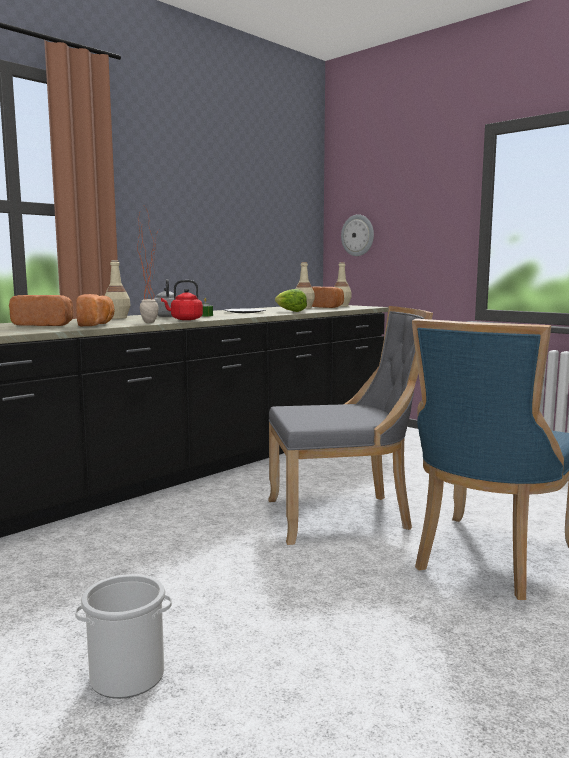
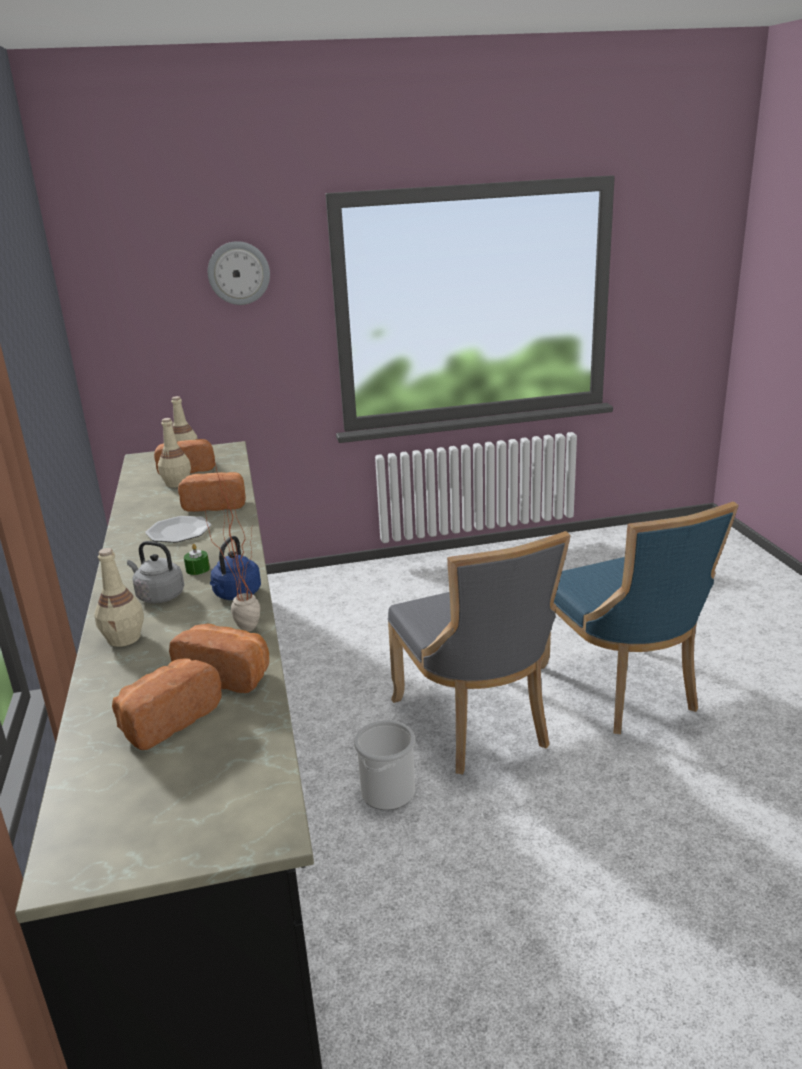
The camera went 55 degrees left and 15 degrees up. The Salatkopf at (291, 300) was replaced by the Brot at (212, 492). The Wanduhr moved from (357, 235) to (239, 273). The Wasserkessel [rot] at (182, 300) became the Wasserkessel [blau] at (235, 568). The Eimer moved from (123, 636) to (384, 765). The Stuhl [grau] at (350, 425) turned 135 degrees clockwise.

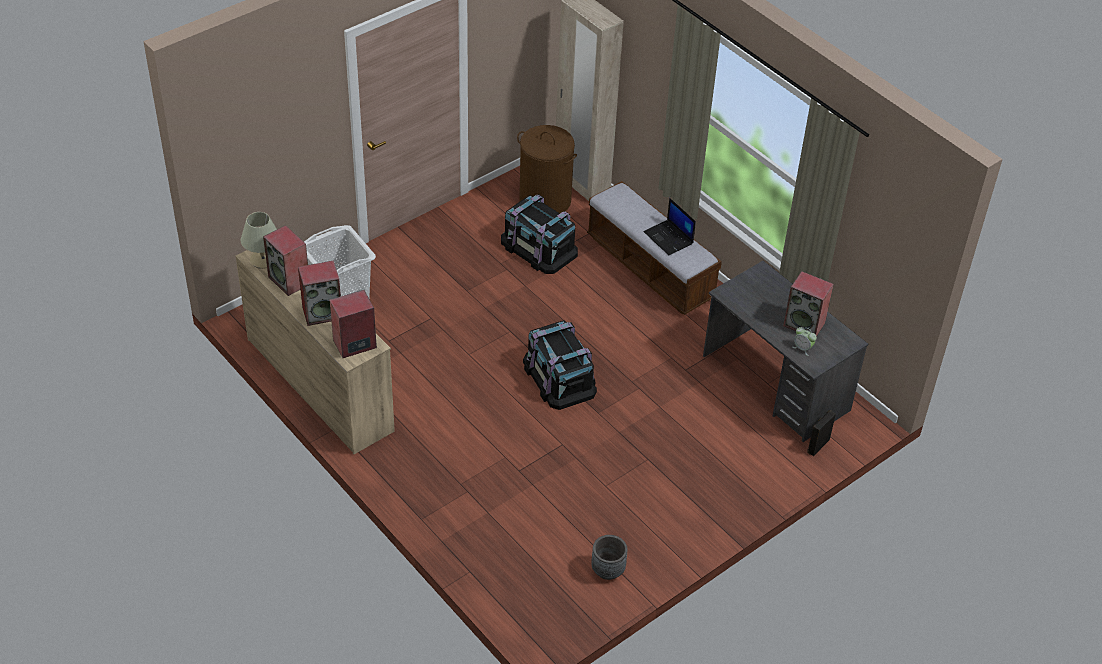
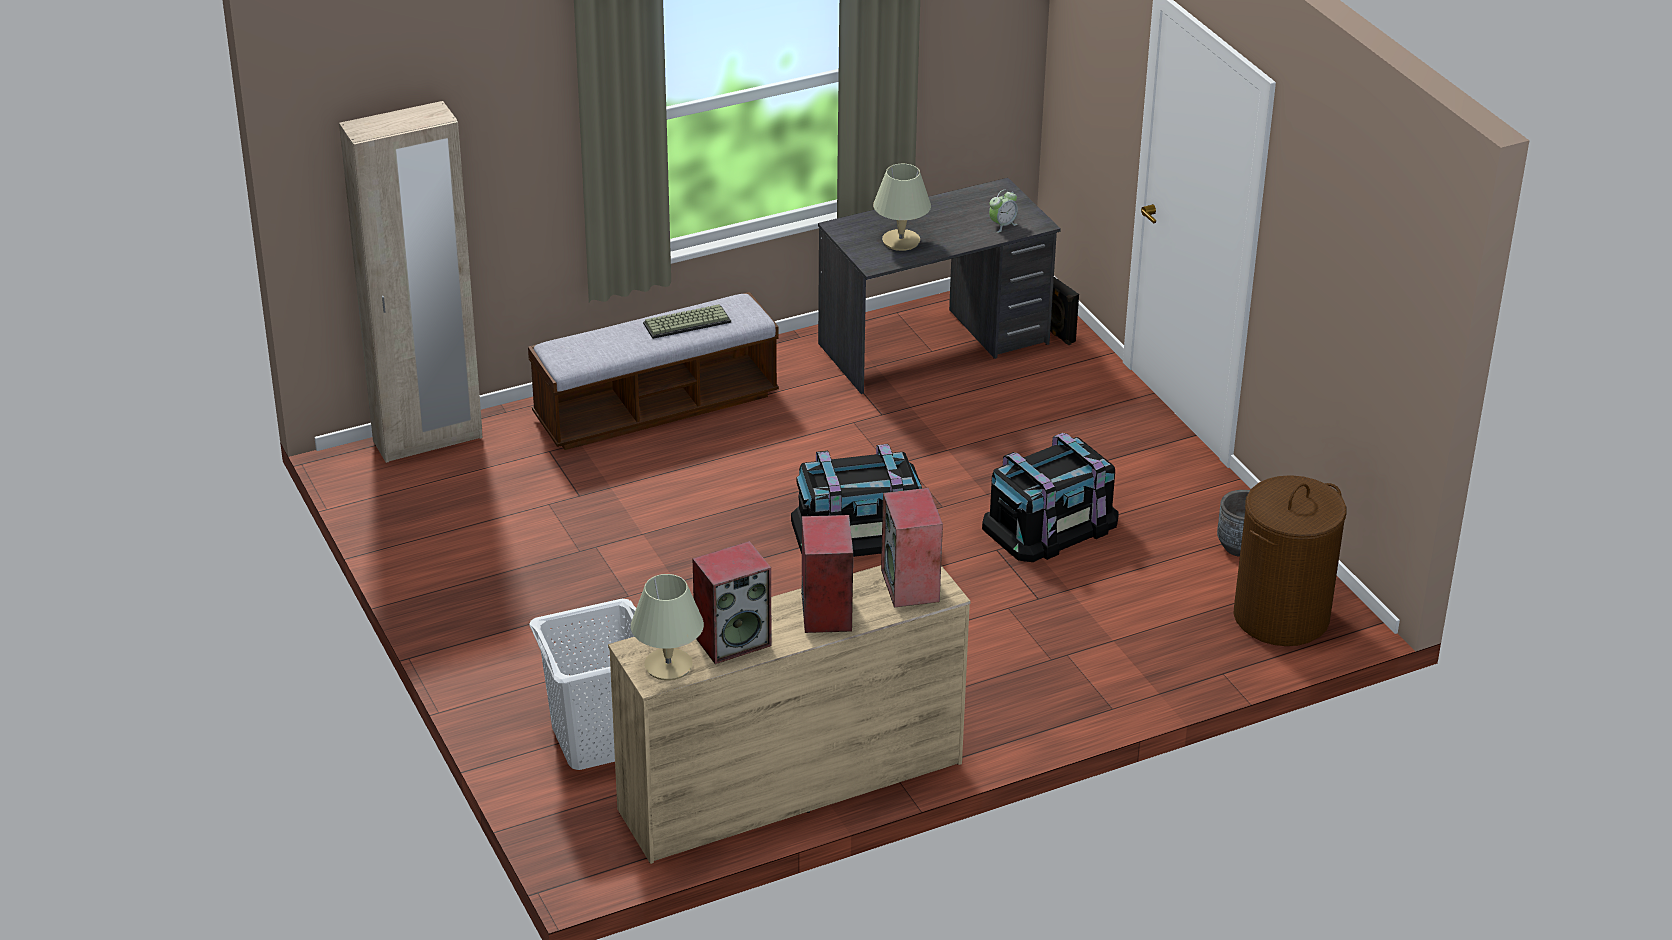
The camera went 75 degrees left and 10 degrees down. The Laptop at (669, 226) was replaced by the Tastatur at (687, 321). The Tischlampe [beige] at (902, 207) appeared. The Aufbewahrungsbox [schwarz] moved from (539, 234) to (1050, 497). The Wäschekorb [braun] moved from (547, 169) to (1290, 560). The Lautsprecher at (808, 304) disappeared.

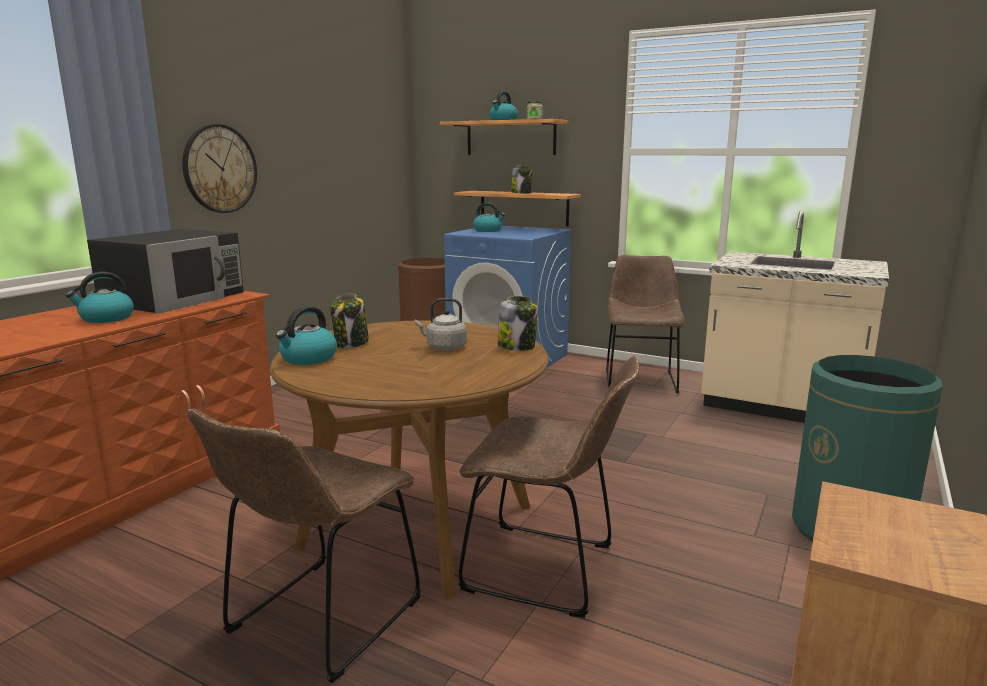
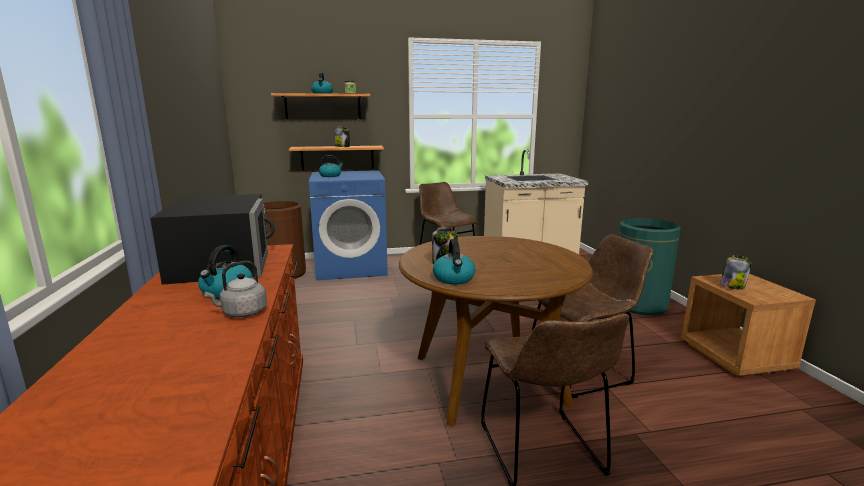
The camera went 40 degrees left and 0 degrees up. The Wasserkessel [grau] moved from (441, 324) to (235, 289). The Vorratsglas moved from (518, 323) to (736, 272). The Wanduhr at (219, 168) disappeared.

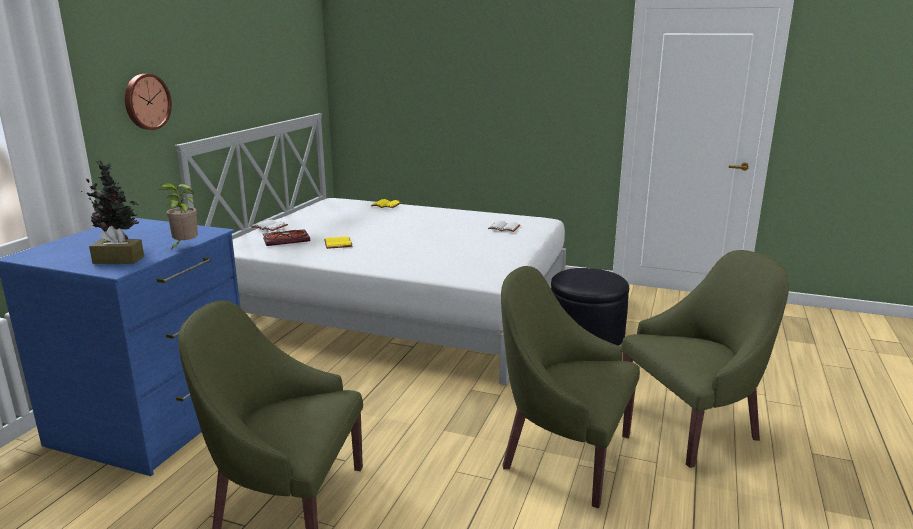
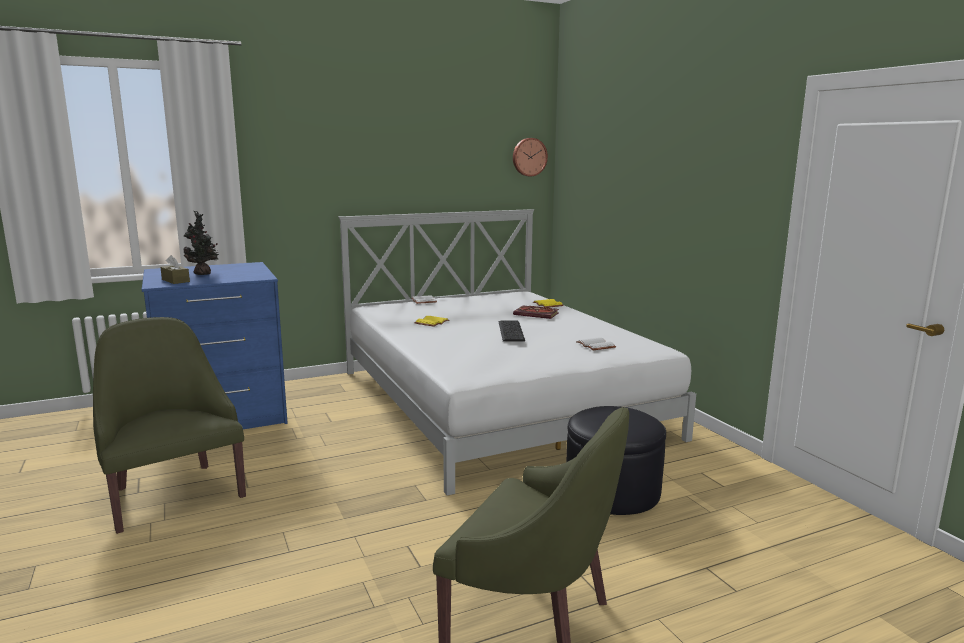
The camera went 45 degrees right and 5 degrees down. The Tastatur at (512, 331) appeared. The Wanduhr moved from (148, 102) to (530, 157). The Buch moved from (286, 237) to (536, 312). The Topfpflanze at (178, 217) disappeared. The Sessel [grün] at (570, 387) disappeared.

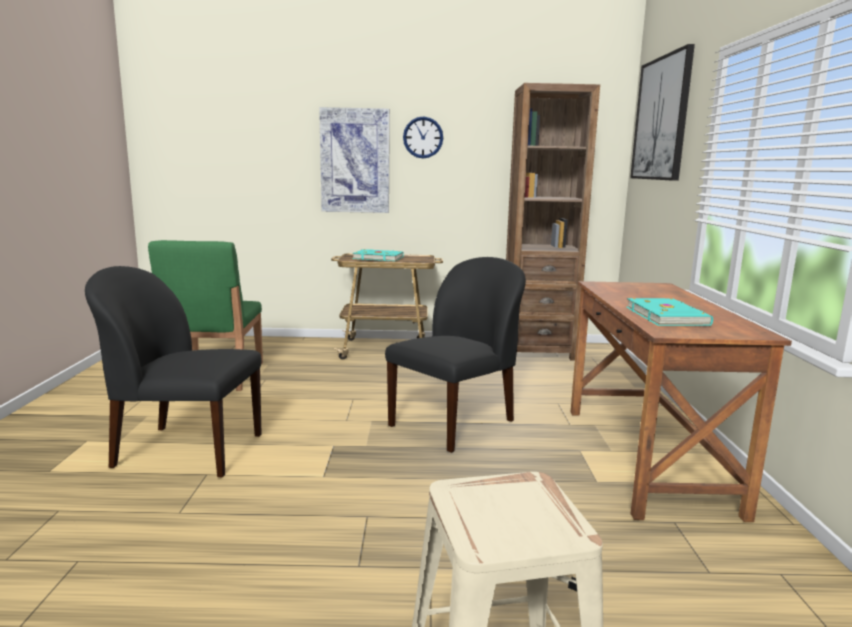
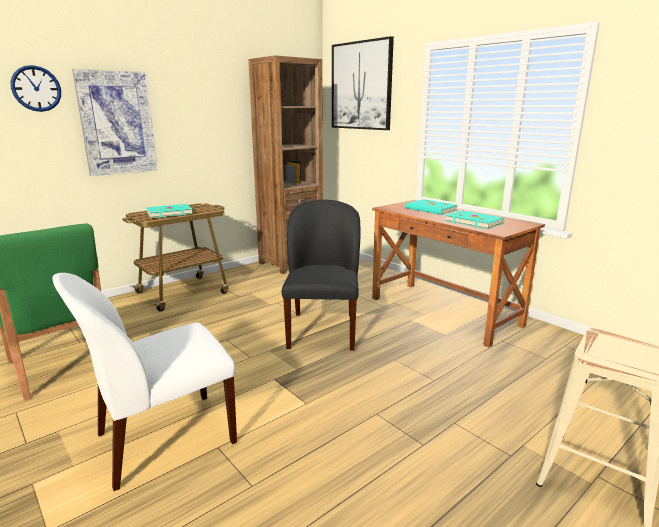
The camera went 40 degrees left and 5 degrees up. The Wanduhr moved from (423, 137) to (36, 88). The Stuhl [schwarz] at (173, 371) became the Stuhl [weiß] at (144, 382). The Buch [türkis] at (432, 207) appeared.

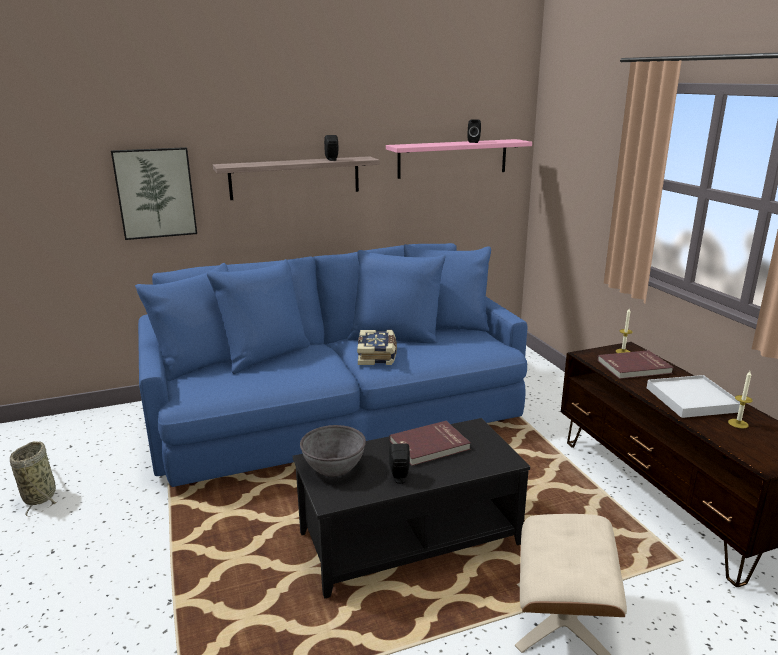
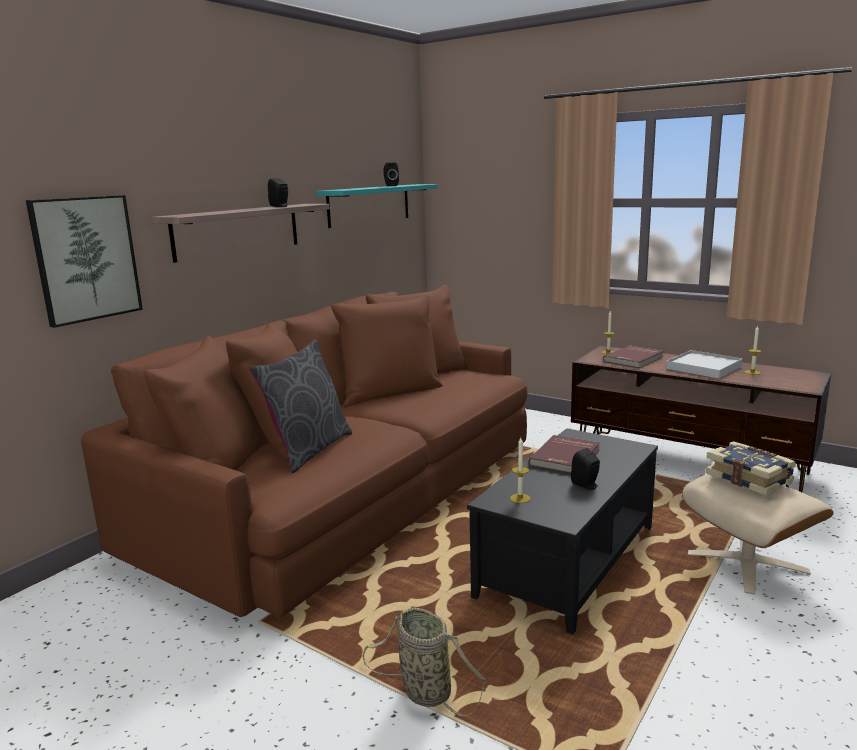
The camera went 35 degrees left and 5 degrees down. The Sofa [blau] at (331, 365) became the Sofa [braun] at (304, 451). The Kissen [grau] at (300, 406) appeared. The Wandregal [rosa] at (459, 159) became the Wandregal [türkis] at (377, 206). The Korb moved from (33, 479) to (424, 661). The Schüssel [grau] at (333, 451) was replaced by the Kerze at (520, 470). The Buch moved from (377, 347) to (750, 468).

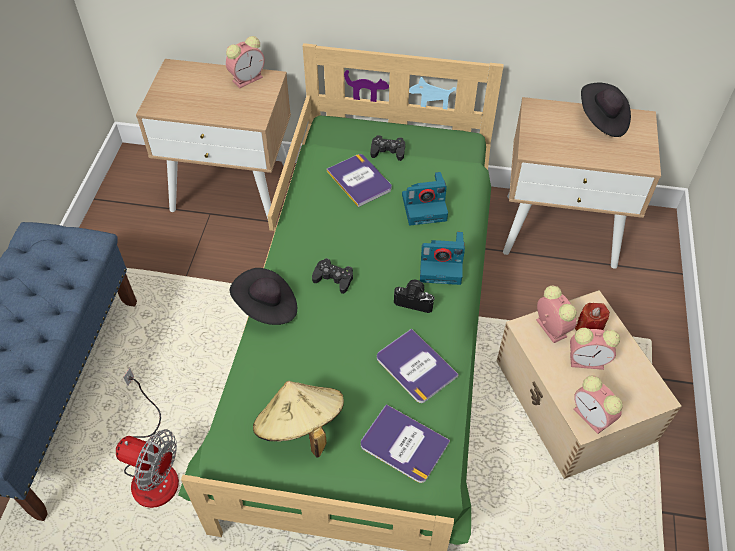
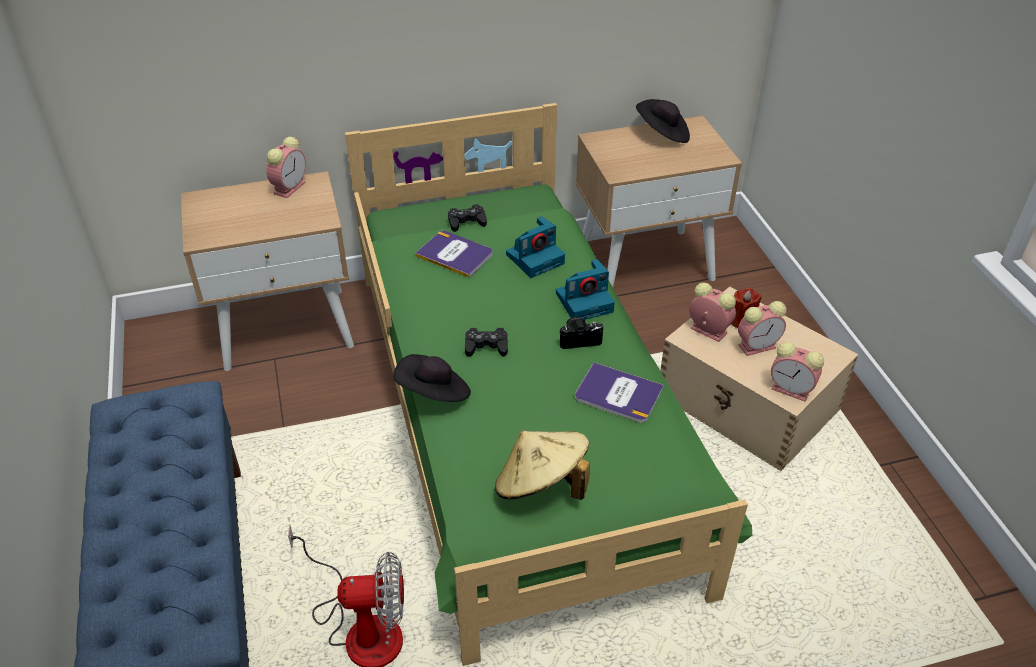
The camera went 25 degrees left and 10 degrees down. The Buch at (405, 443) disappeared.

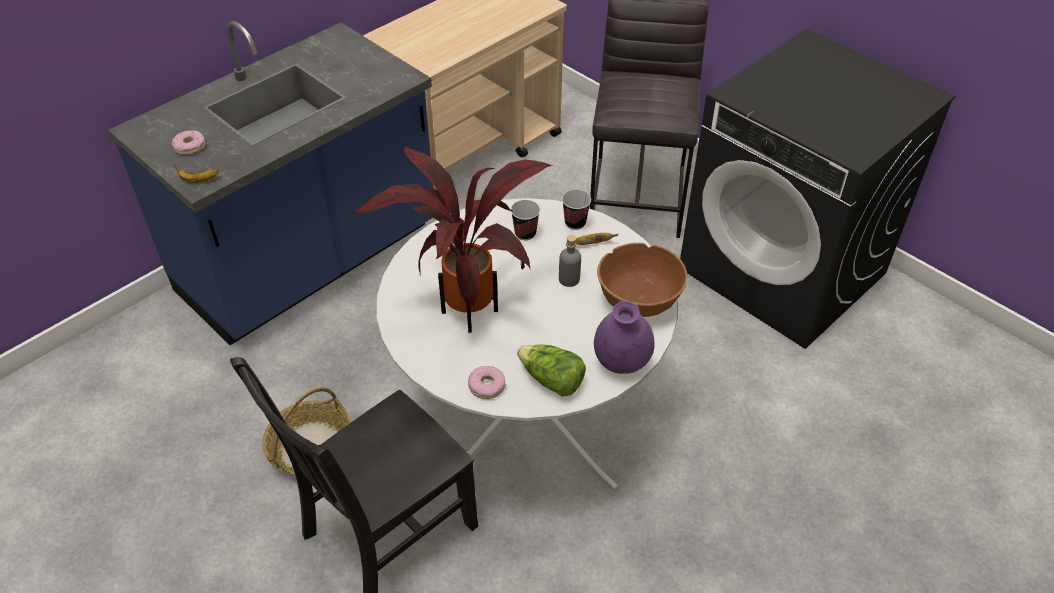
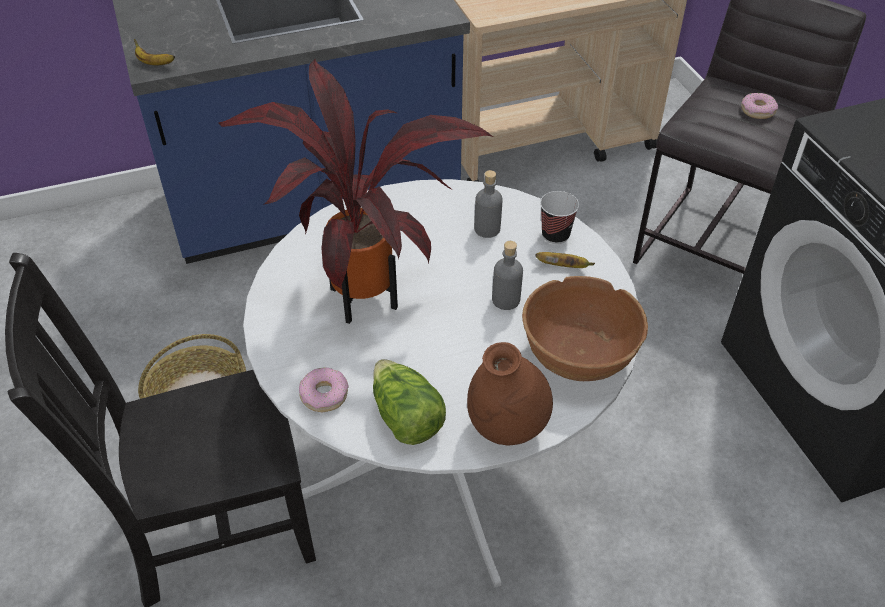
The camera went 25 degrees right and 0 degrees up. The Vase [lila] at (624, 337) became the Vase [braun] at (510, 394). The Tasse at (525, 220) was replaced by the Flasche [grau] at (488, 204). The Donut moved from (188, 142) to (759, 106).

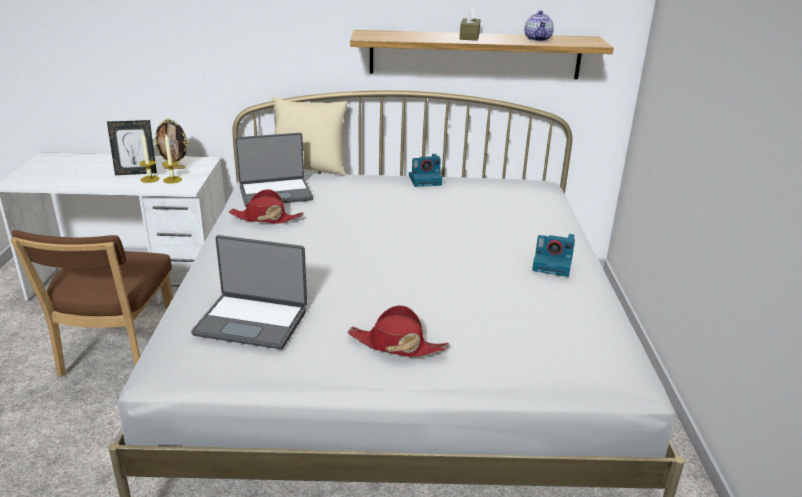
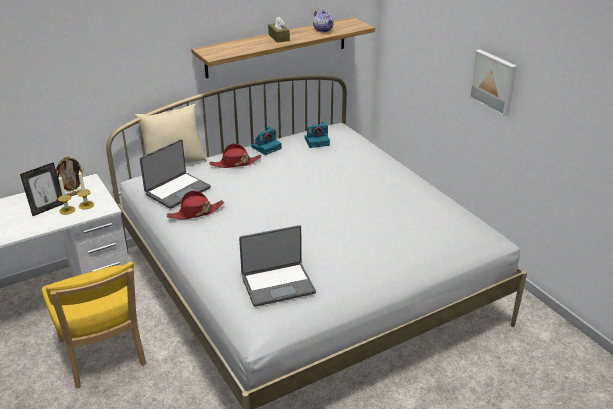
The camera went 30 degrees left and 5 degrees up. The Stuhl [braun] at (91, 303) became the Stuhl [gelb] at (94, 325). The Hut [rot] moved from (398, 331) to (236, 155). The Kamera moved from (553, 255) to (317, 134). The Bild at (493, 82) appeared.

